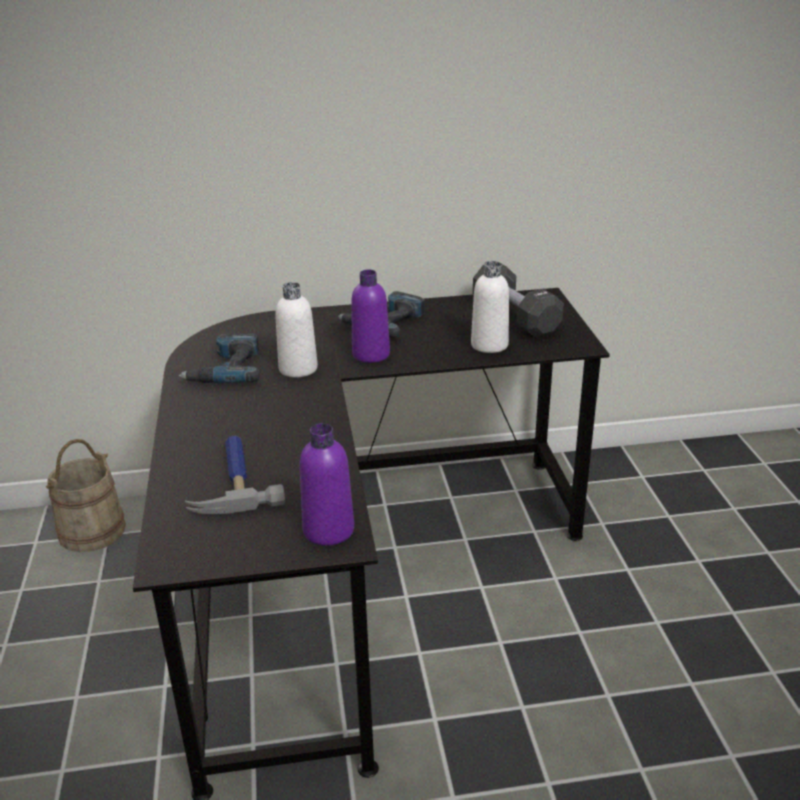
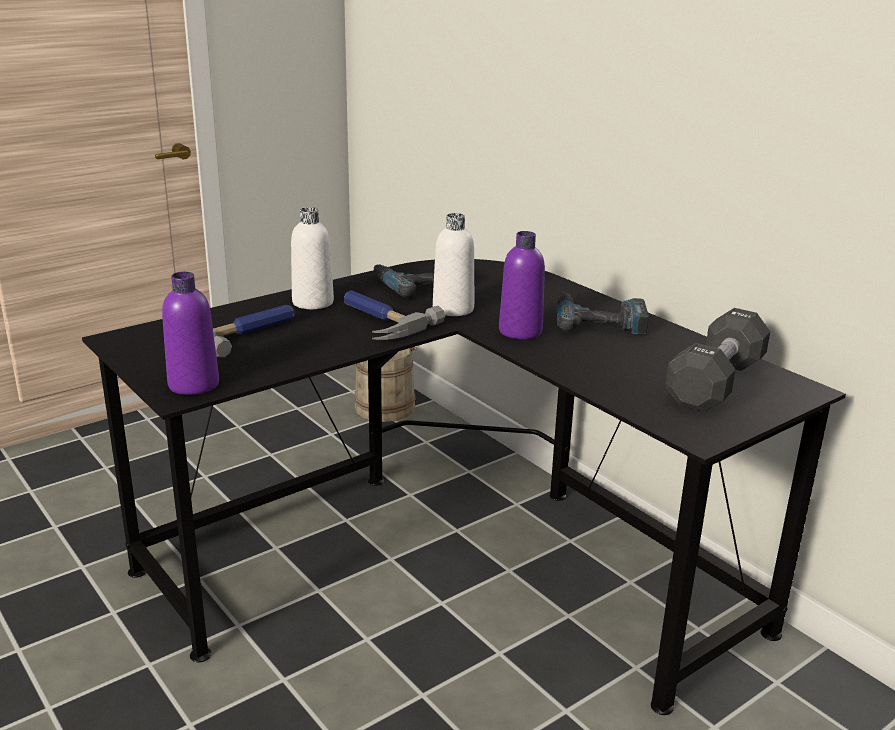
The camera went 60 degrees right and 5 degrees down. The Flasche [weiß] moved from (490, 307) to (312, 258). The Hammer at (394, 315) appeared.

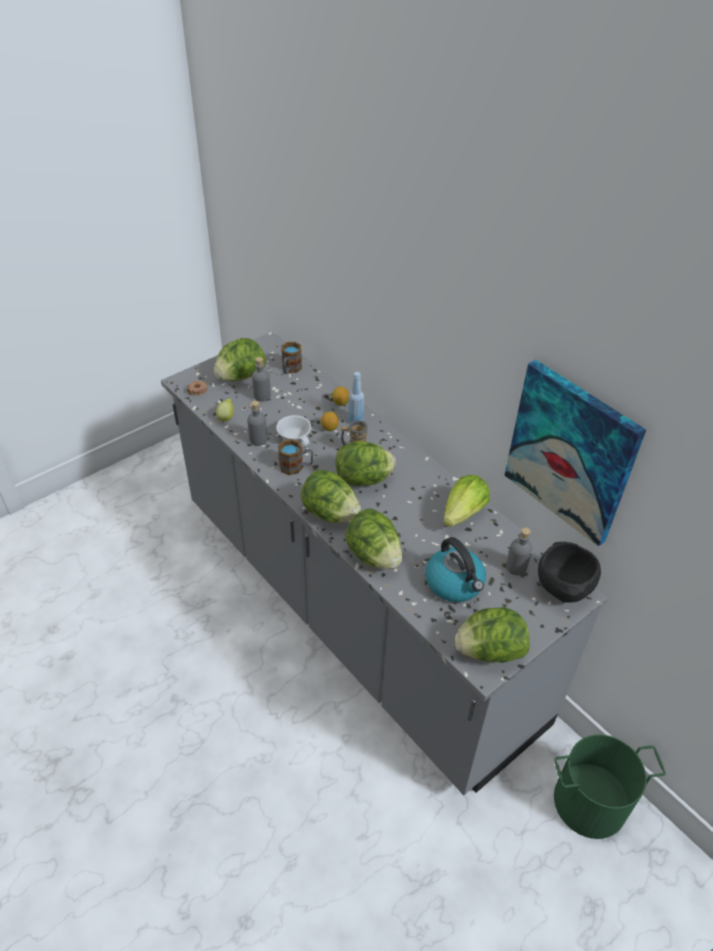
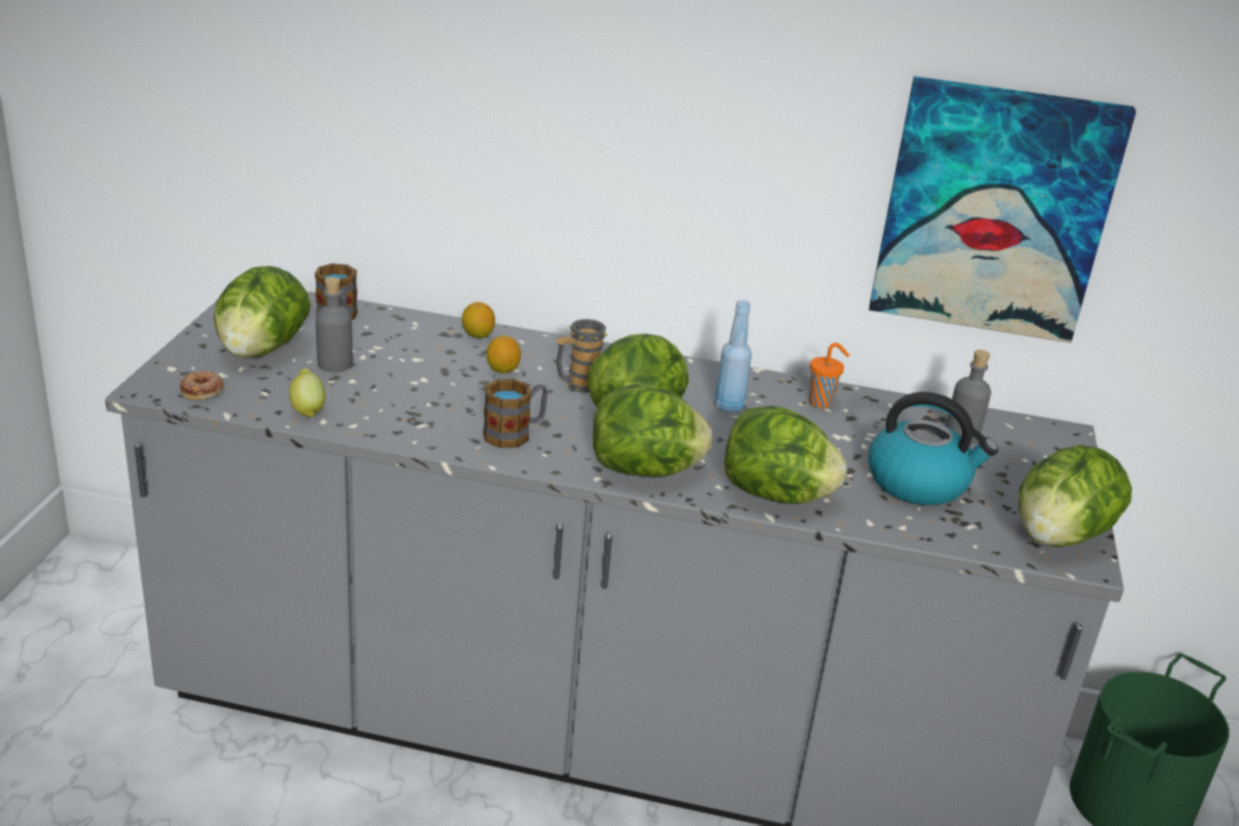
The camera went 40 degrees left and 15 degrees down. The Flasche [blau] moved from (356, 397) to (733, 356). The Salatkopf at (466, 501) was replaced by the Tasse [orange] at (829, 376). The Flasche [grau] at (257, 423) disappeared. The Tasse [weiß] at (293, 431) disappeared. The Schüssel [schwarz] at (569, 572) disappeared.

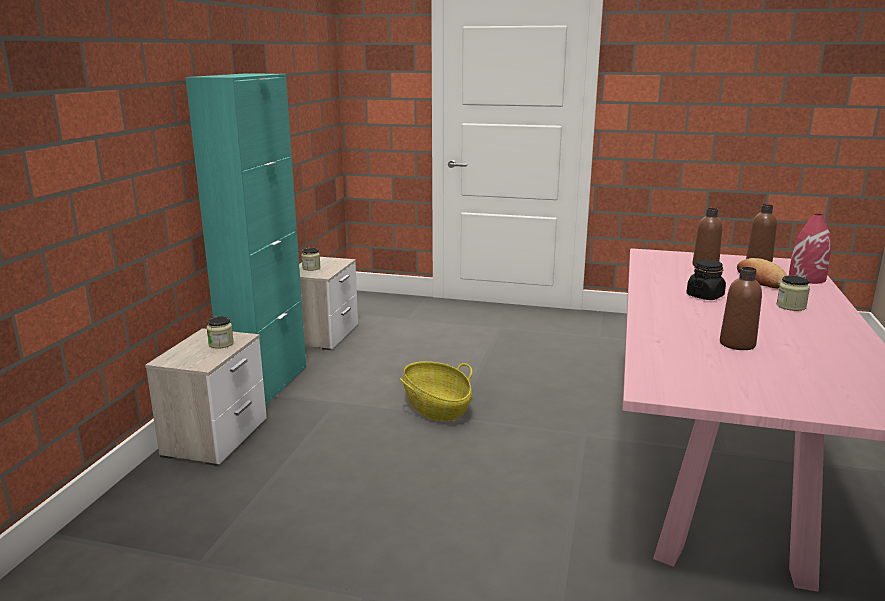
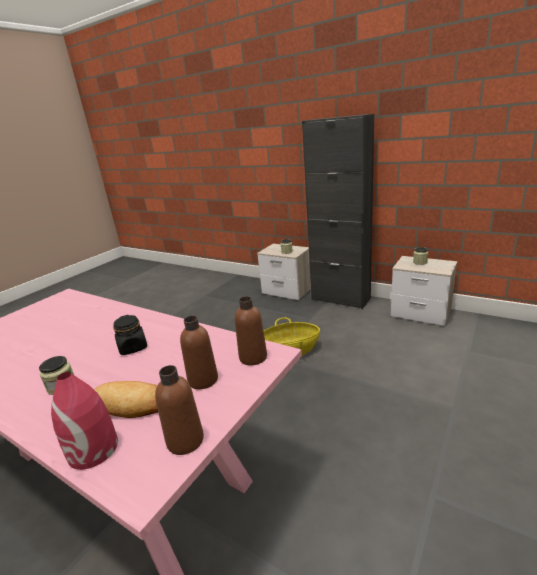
The camera went 110 degrees right and 5 degrees up. The Flasche [braun] moved from (741, 308) to (251, 331). The Schrank [türkis] at (245, 239) became the Schrank [schwarz] at (338, 211).

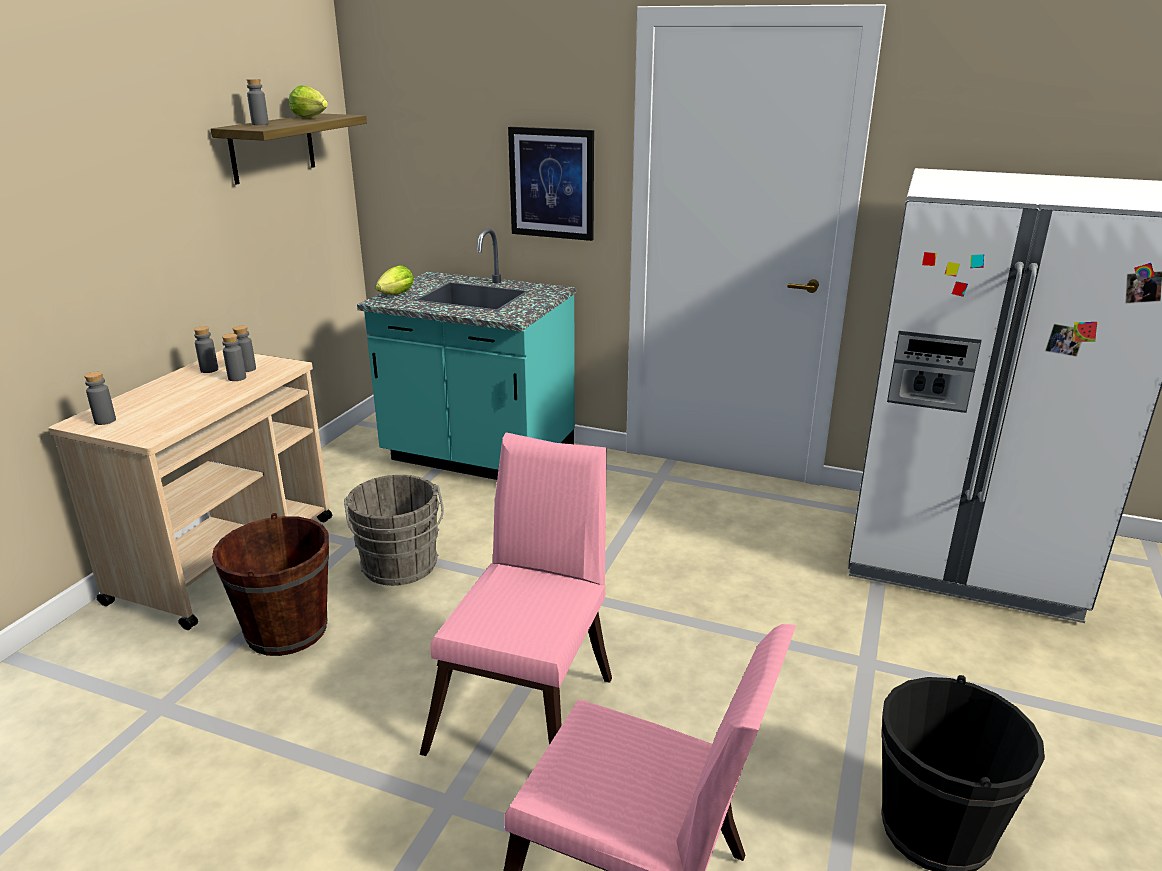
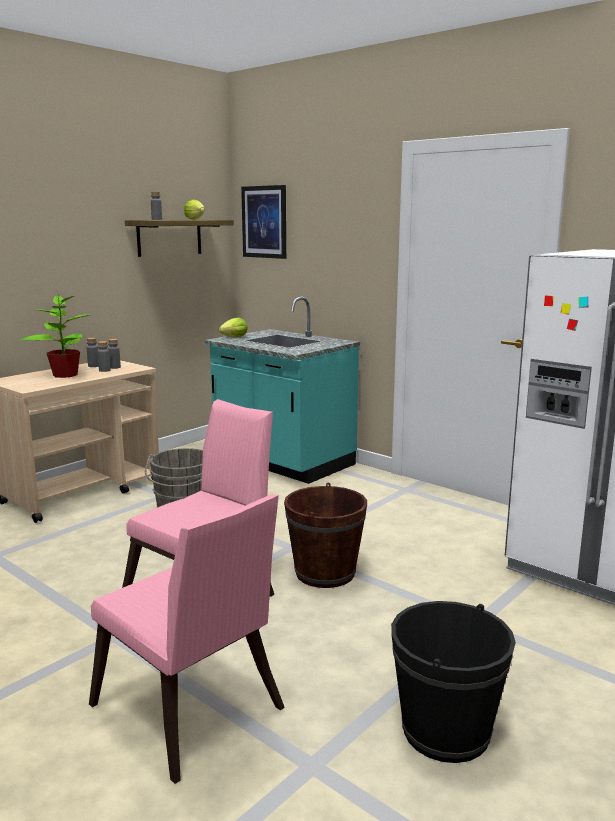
The camera went 20 degrees right and 10 degrees down. The Topfpflanze at (54, 334) appeared. The Bild moved from (551, 184) to (263, 222). The Eimer [braun] moved from (270, 584) to (325, 535). The Flasche [grau] at (100, 398) disappeared.

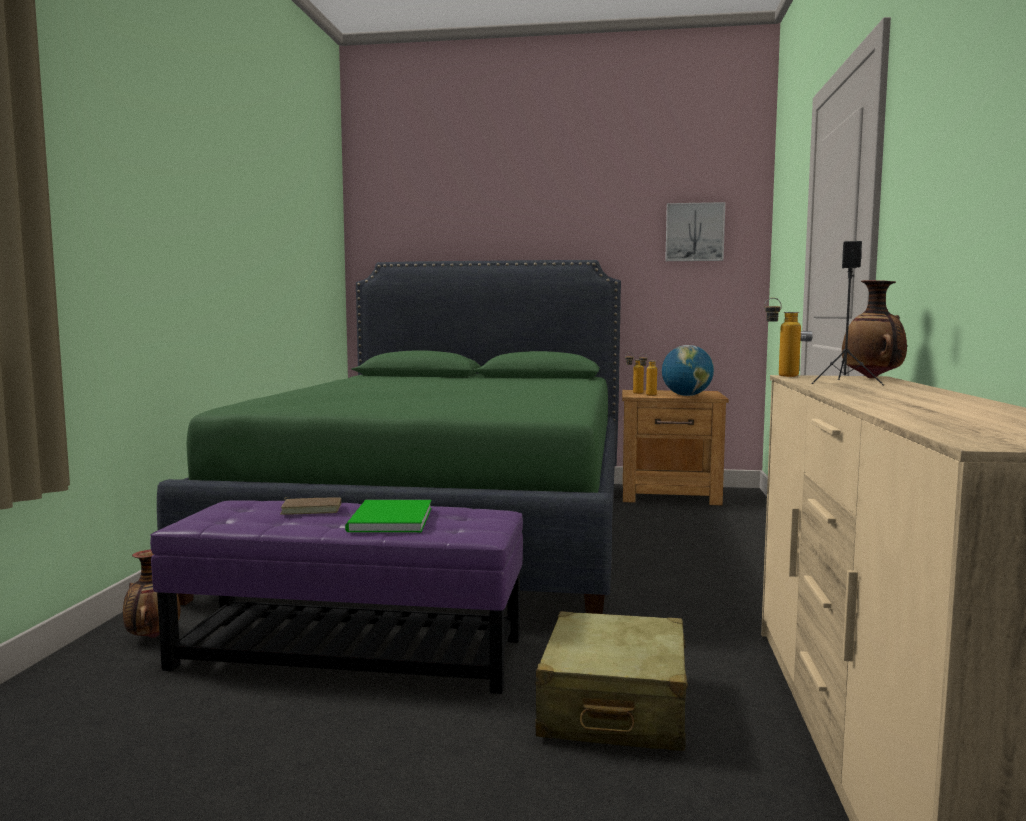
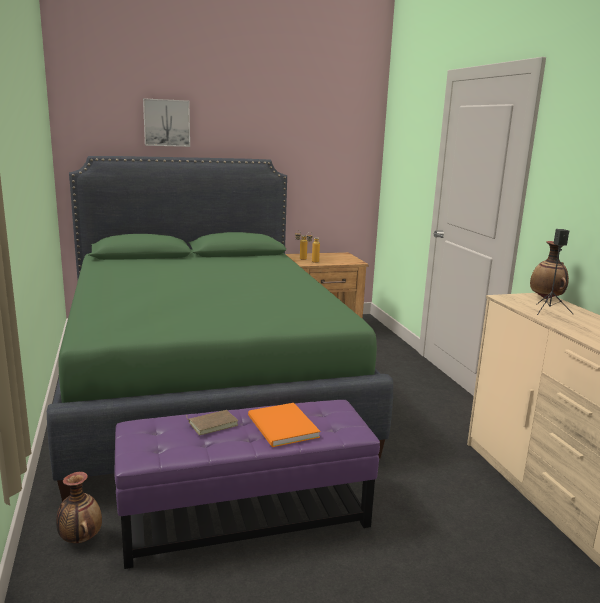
The camera went 25 degrees left and 10 degrees up. The Bild moved from (695, 231) to (166, 122). The Buch [grün] at (388, 516) became the Buch [orange] at (284, 425). The Koffer [beige] at (611, 681) disappeared. The Globus at (688, 370) disappeared. The Flasche at (782, 337) disappeared.

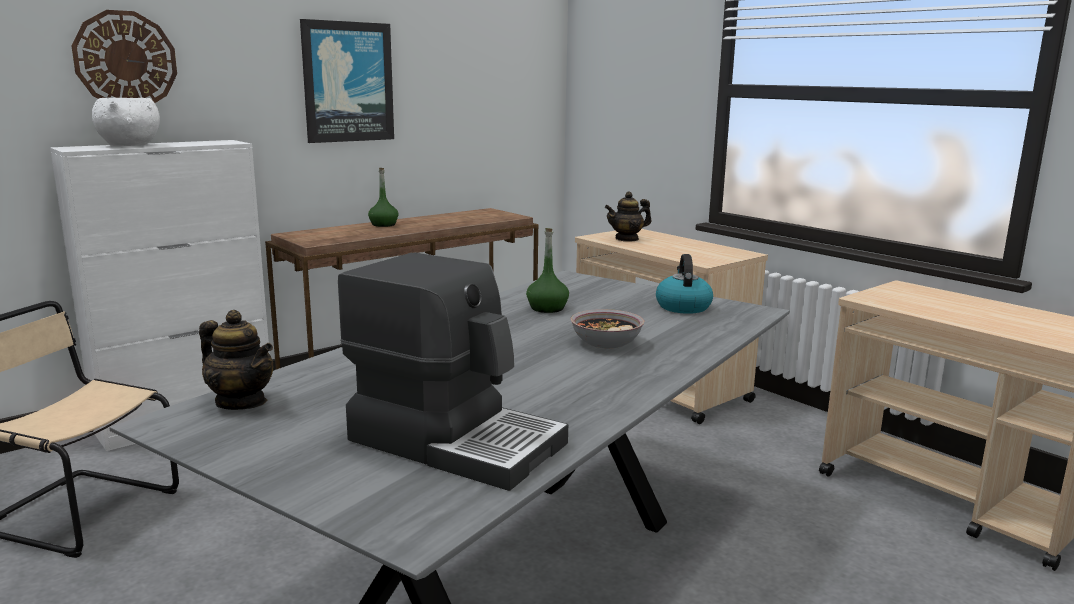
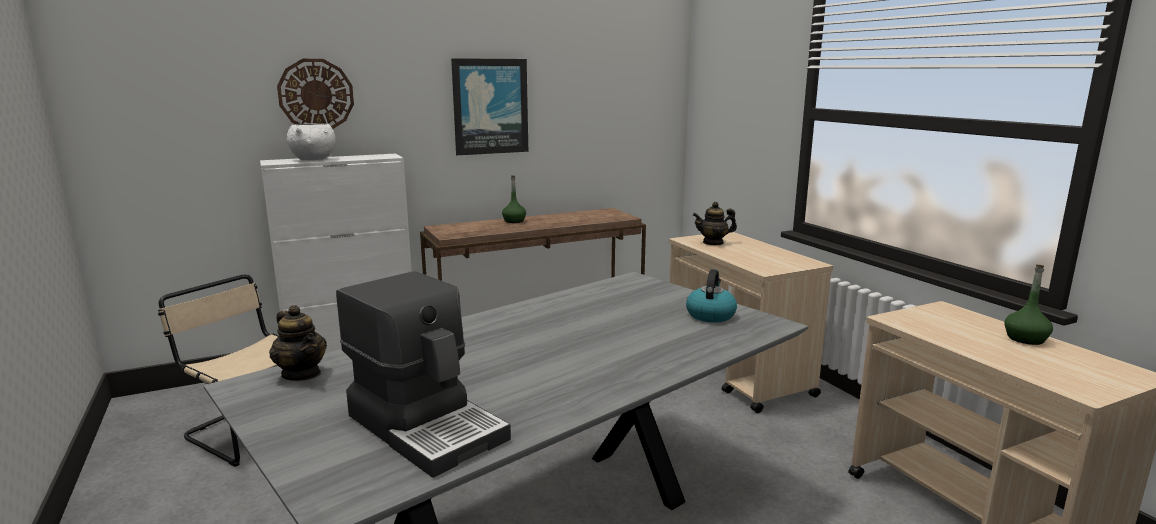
The camera went 15 degrees right and 0 degrees up. The Flasche [grün] moved from (547, 270) to (1028, 304). The Schüssel at (607, 329) disappeared.

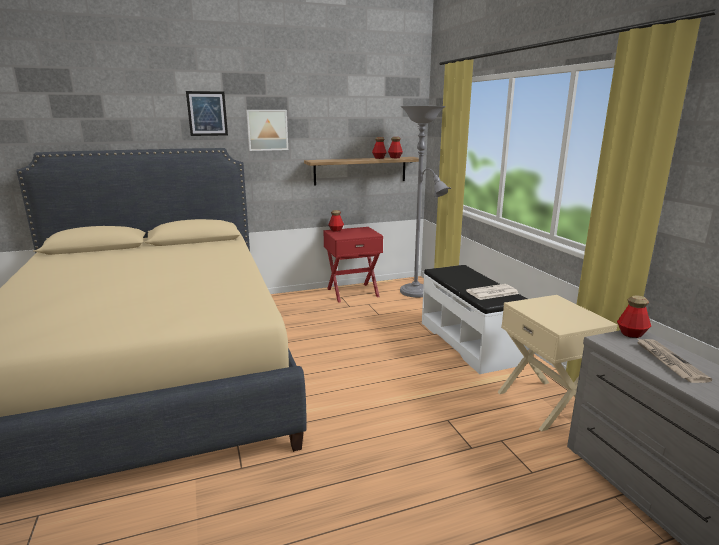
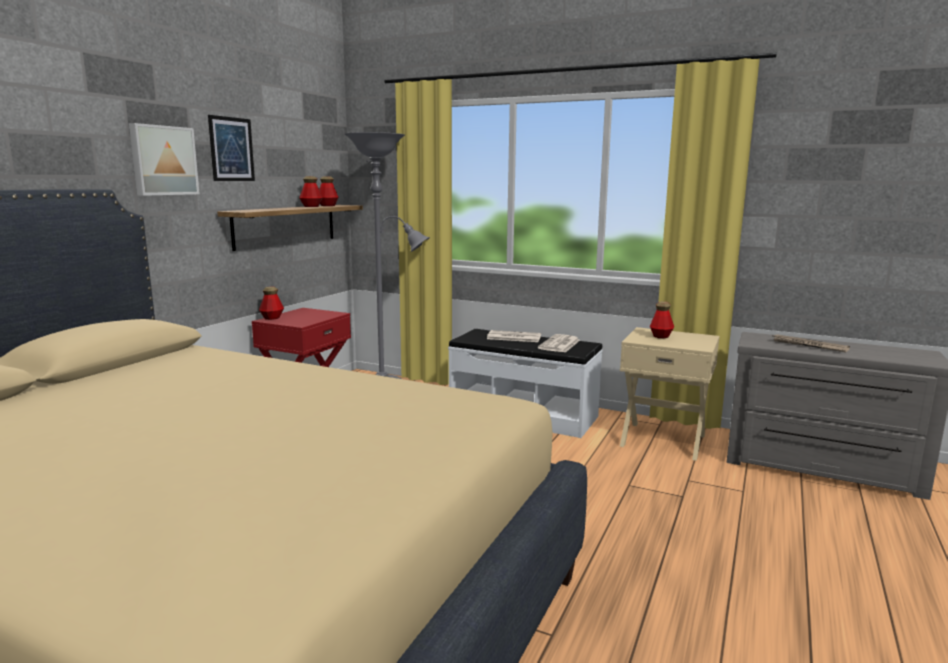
The camera went 45 degrees left and 5 degrees down. The Bild moved from (207, 113) to (231, 148). The Zeitung at (514, 336) appeared. The Flasche moved from (634, 317) to (662, 319).

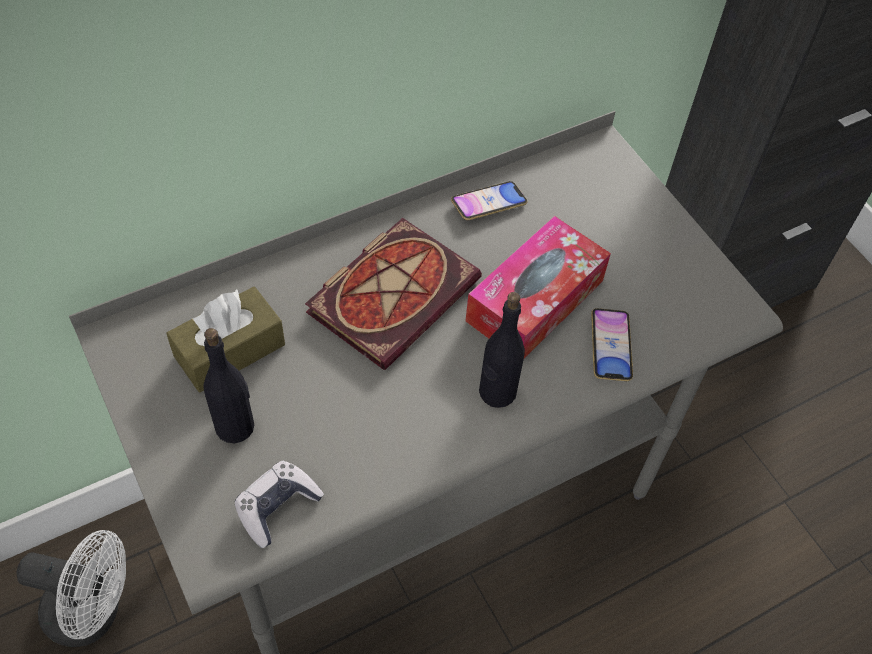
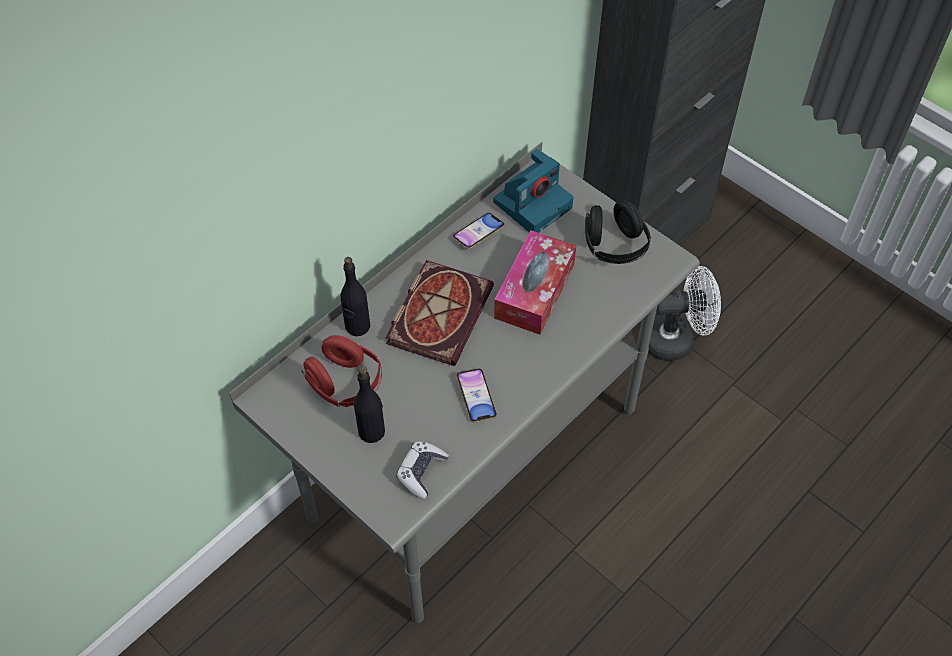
The camera went 15 degrees left and 0 degrees up. The Taschentuchbox [braun] at (225, 339) was replaced by the Kopfhörer [rot] at (341, 371). The Flasche [schwarz] moved from (502, 350) to (355, 296). The Handy moved from (612, 344) to (476, 395). The Kamera at (533, 191) appeared. The Kopfhörer [schwarz] at (618, 232) appeared. The Ventilator [weiß] moved from (71, 588) to (684, 313).

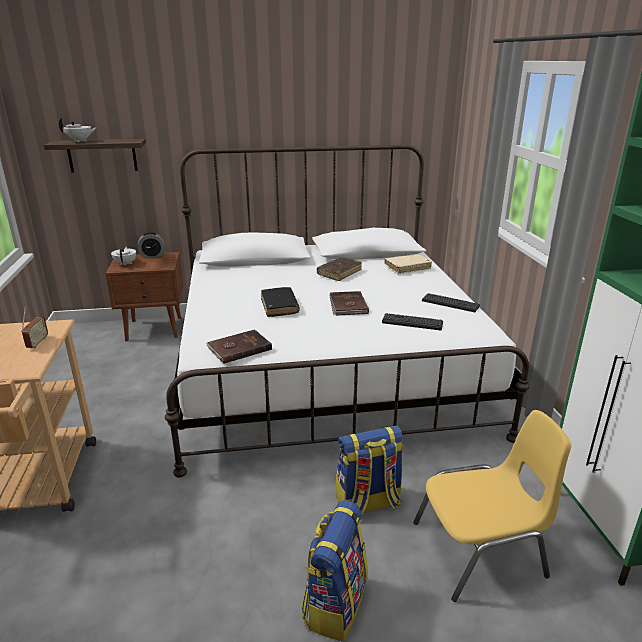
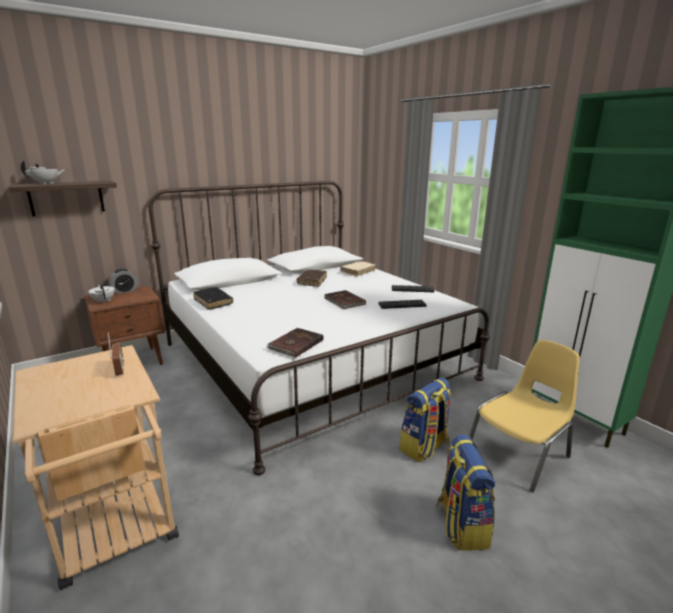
The camera went 25 degrees left and 5 degrees down. The Buch [schwarz] moved from (280, 302) to (213, 298).

